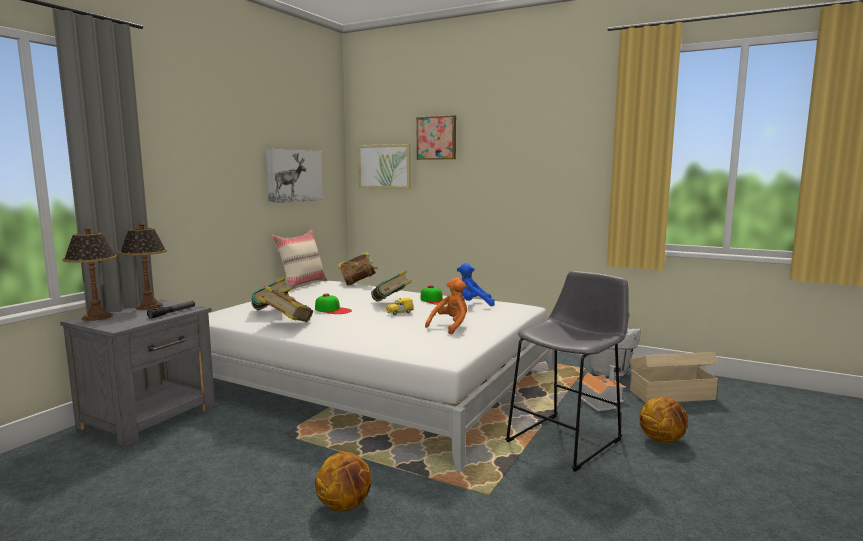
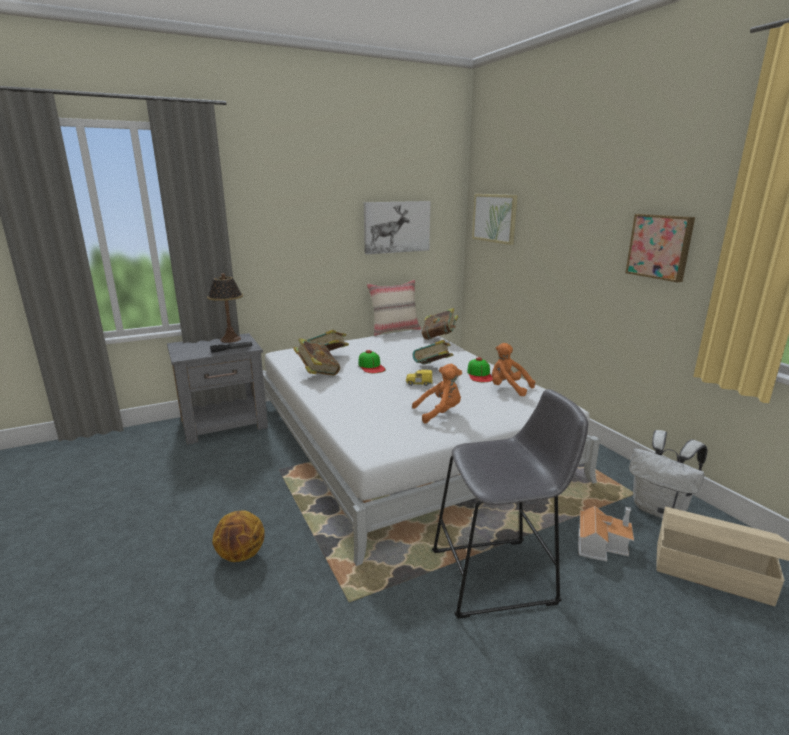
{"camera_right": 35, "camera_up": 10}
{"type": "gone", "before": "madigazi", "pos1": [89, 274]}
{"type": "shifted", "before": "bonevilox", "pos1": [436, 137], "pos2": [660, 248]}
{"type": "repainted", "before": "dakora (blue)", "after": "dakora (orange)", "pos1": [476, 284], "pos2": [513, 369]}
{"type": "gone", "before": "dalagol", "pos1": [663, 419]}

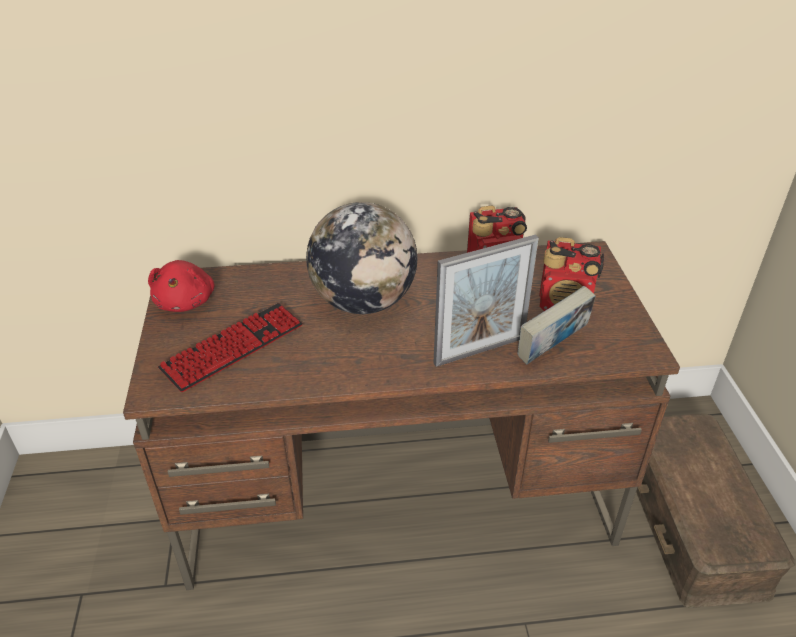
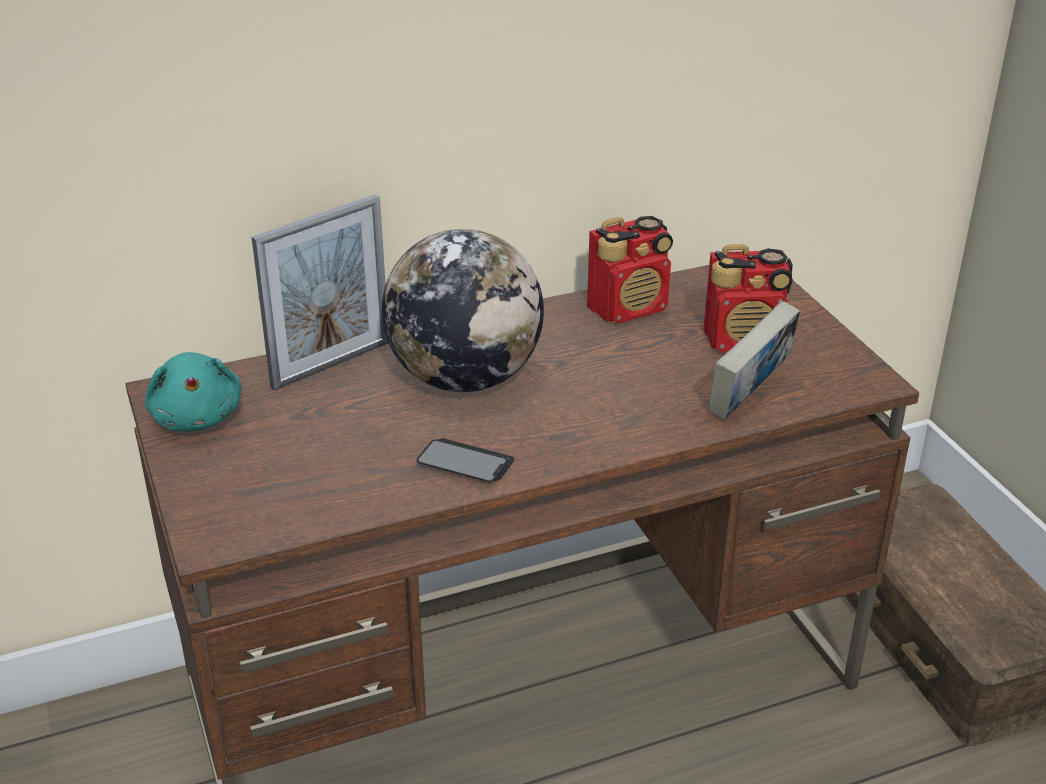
{"camera_right": -15, "camera_up": -5}
{"type": "repainted", "before": "dakora (red)", "after": "dakora (turquoise)", "pos1": [181, 286], "pos2": [193, 391]}
{"type": "gone", "before": "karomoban", "pos1": [230, 347]}
{"type": "shifted", "before": "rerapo", "pos1": [486, 300], "pos2": [320, 292]}
{"type": "new", "after": "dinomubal", "pos2": [465, 460]}

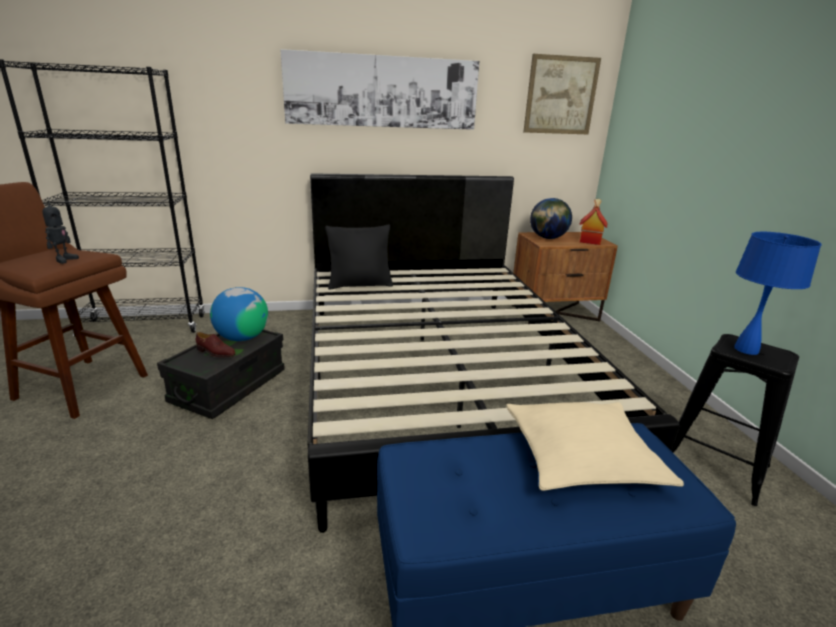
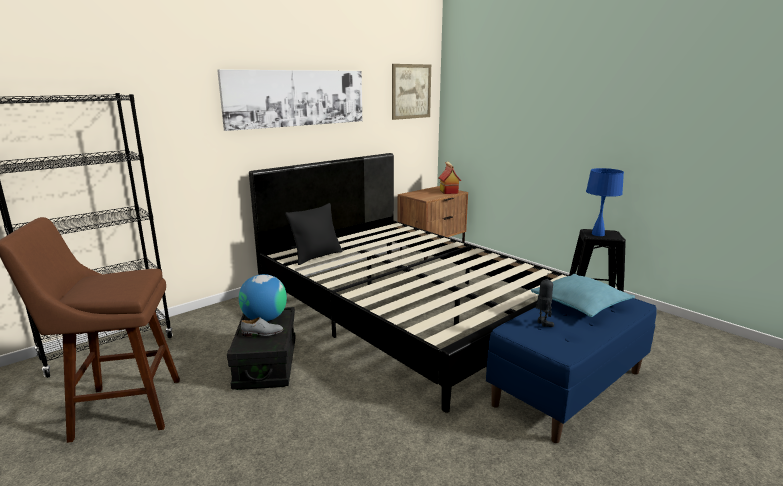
{"camera_right": -30, "camera_up": -5}
{"type": "shifted", "before": "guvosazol", "pos1": [60, 230], "pos2": [545, 301]}
{"type": "repainted", "before": "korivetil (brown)", "after": "korivetil (grey)", "pos1": [215, 344], "pos2": [262, 327]}
{"type": "repainted", "before": "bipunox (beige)", "after": "bipunox (turquoise)", "pos1": [595, 446], "pos2": [583, 295]}
{"type": "gone", "before": "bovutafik", "pos1": [551, 218]}

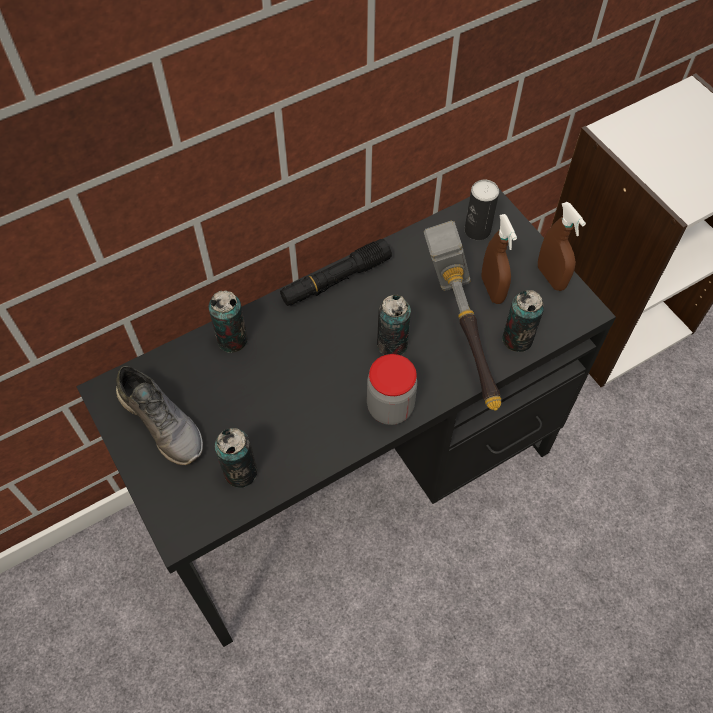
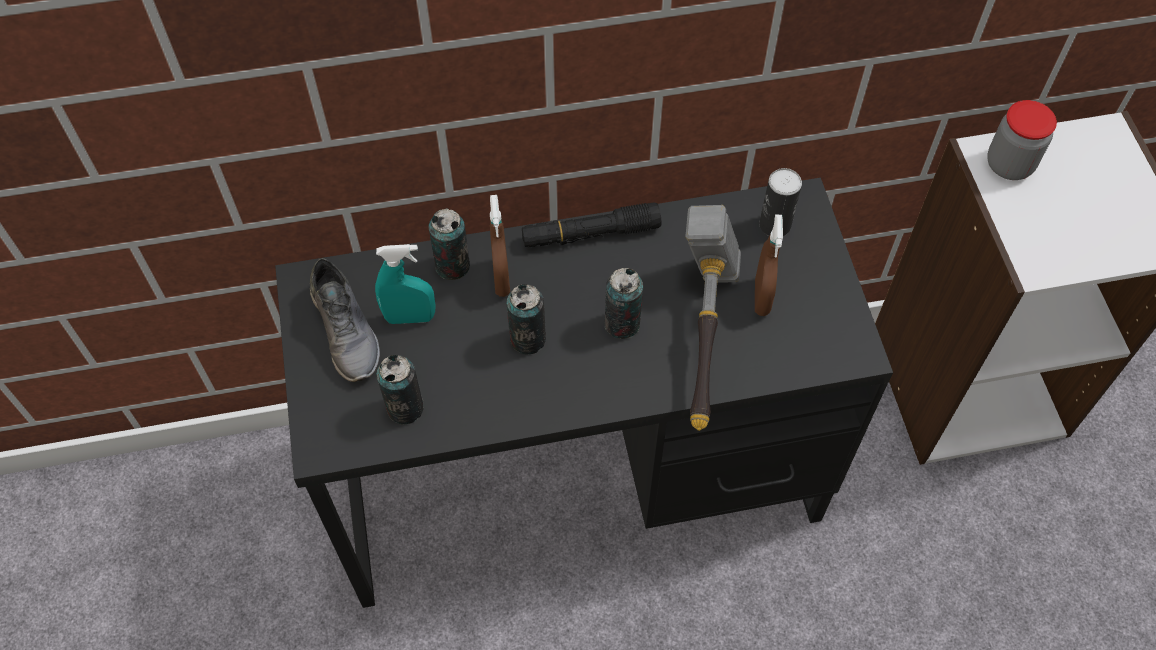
{"camera_right": 20, "camera_up": 0}
{"type": "shifted", "before": "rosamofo", "pos1": [392, 389], "pos2": [1022, 140]}
{"type": "shifted", "before": "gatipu", "pos1": [523, 321], "pos2": [526, 319]}
{"type": "shifted", "before": "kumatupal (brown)", "pos1": [562, 246], "pos2": [500, 246]}
{"type": "new", "after": "kumatupal (turquoise)", "pos2": [405, 284]}

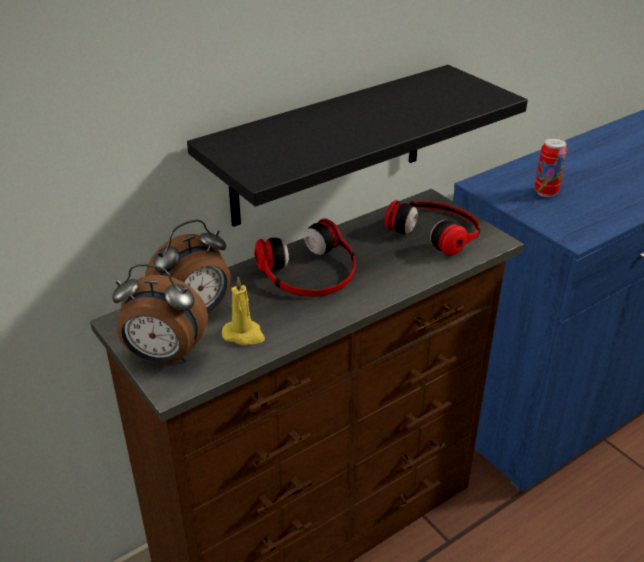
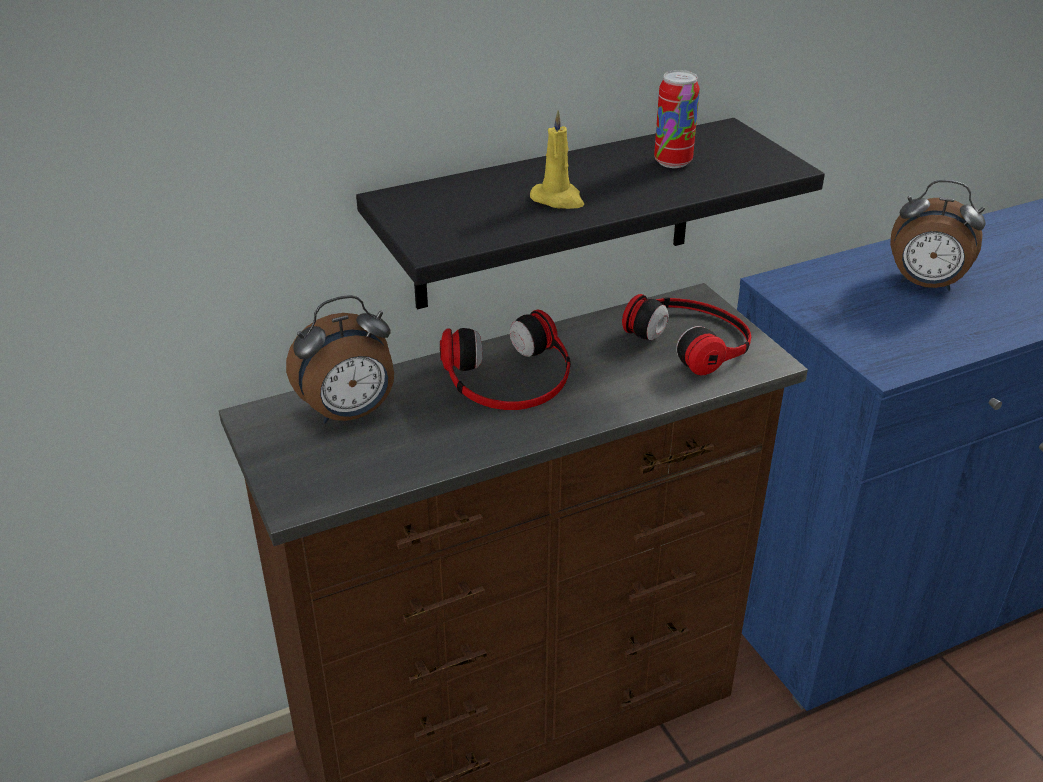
{"camera_right": 10, "camera_up": 0}
{"type": "shifted", "before": "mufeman", "pos1": [160, 314], "pos2": [938, 235]}
{"type": "shifted", "before": "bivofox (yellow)", "pos1": [243, 310], "pos2": [557, 159]}
{"type": "shifted", "before": "gatipu", "pos1": [550, 167], "pos2": [677, 119]}

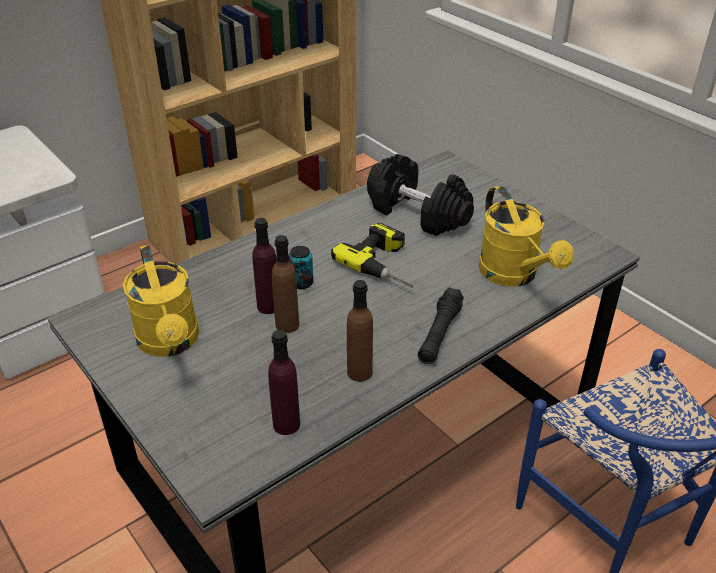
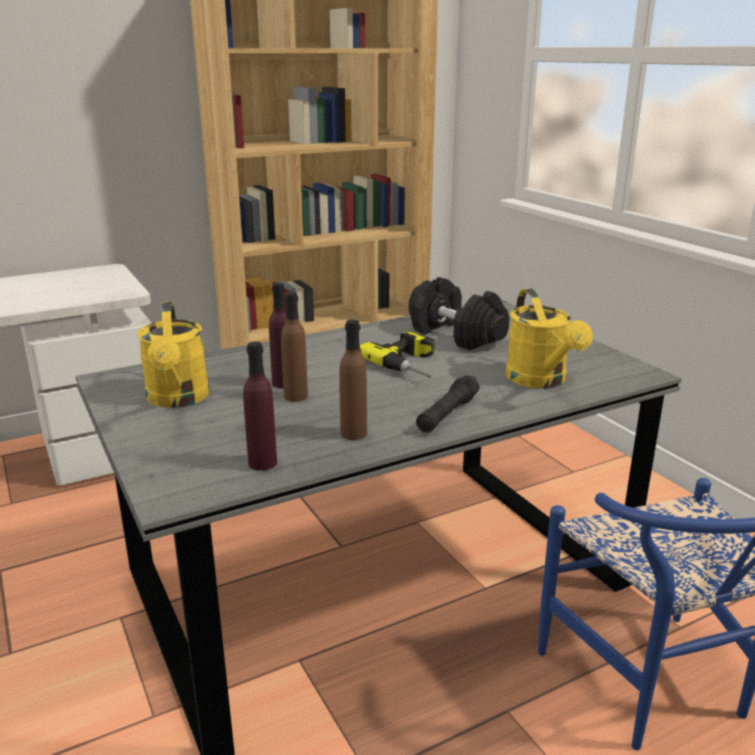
{"camera_right": 10, "camera_up": -15}
{"type": "gone", "before": "gatipu", "pos1": [301, 267]}

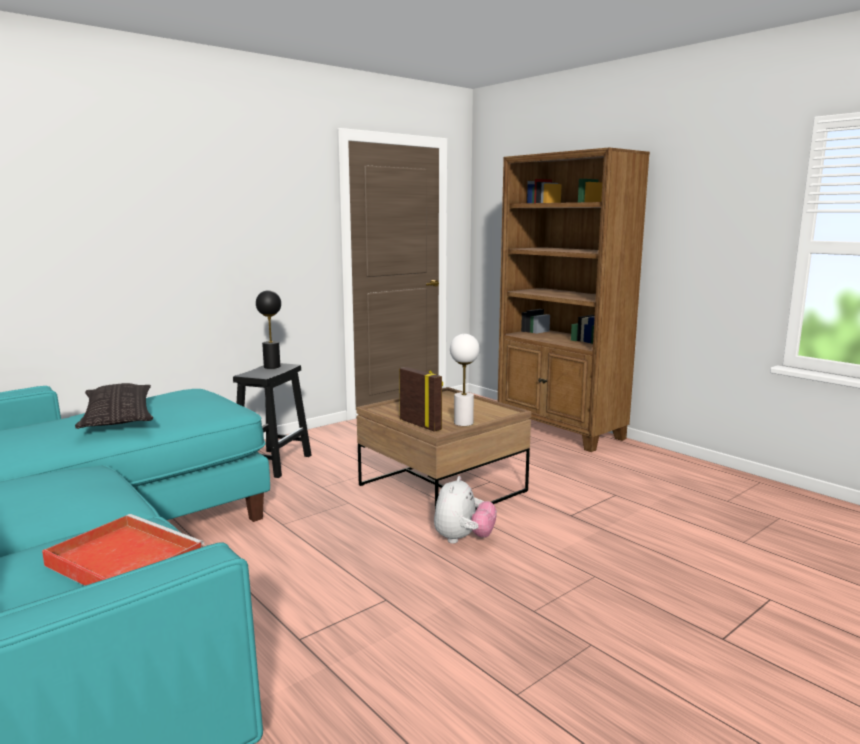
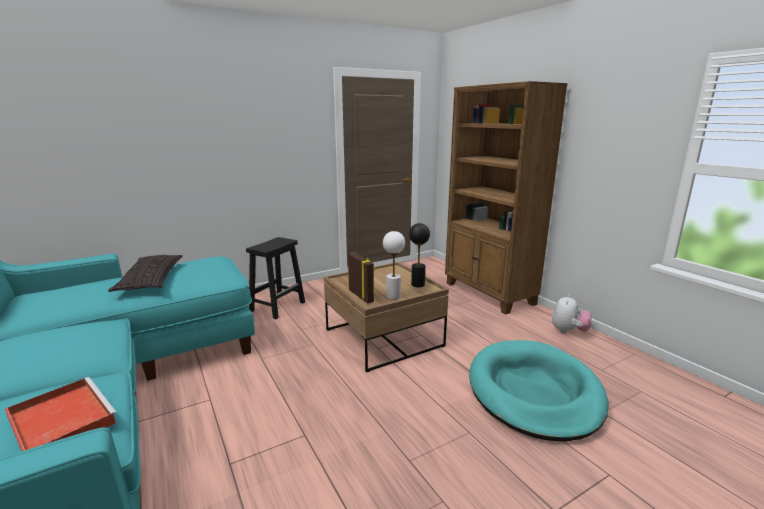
{"camera_right": 10, "camera_up": 5}
{"type": "shifted", "before": "madigazi (black)", "pos1": [268, 329], "pos2": [419, 255]}
{"type": "shifted", "before": "dakora", "pos1": [465, 510], "pos2": [572, 314]}
{"type": "new", "after": "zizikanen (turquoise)", "pos2": [538, 391]}

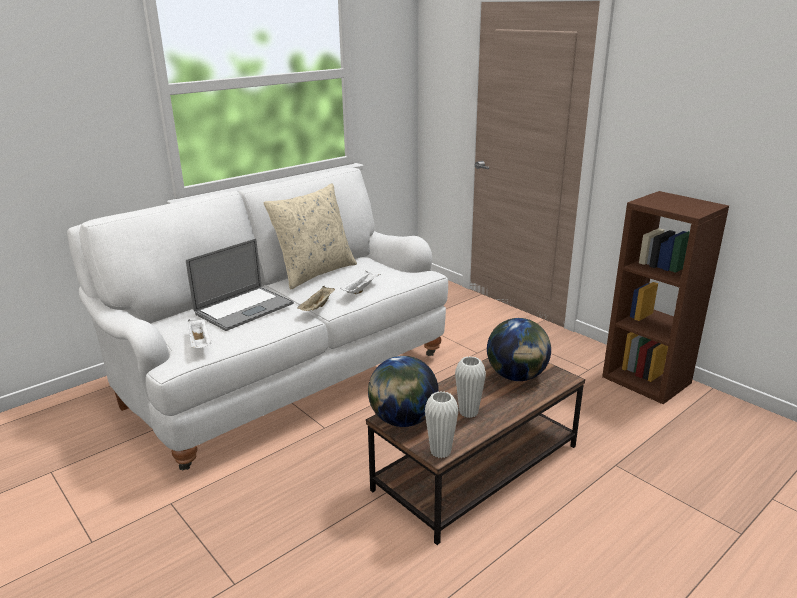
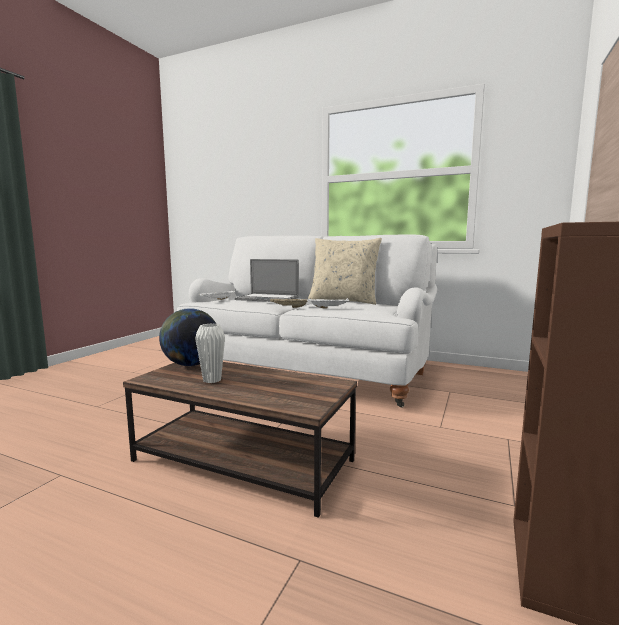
{"camera_right": 65, "camera_up": -15}
{"type": "gone", "before": "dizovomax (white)", "pos1": [442, 424]}
{"type": "gone", "before": "bovutafik", "pos1": [519, 349]}

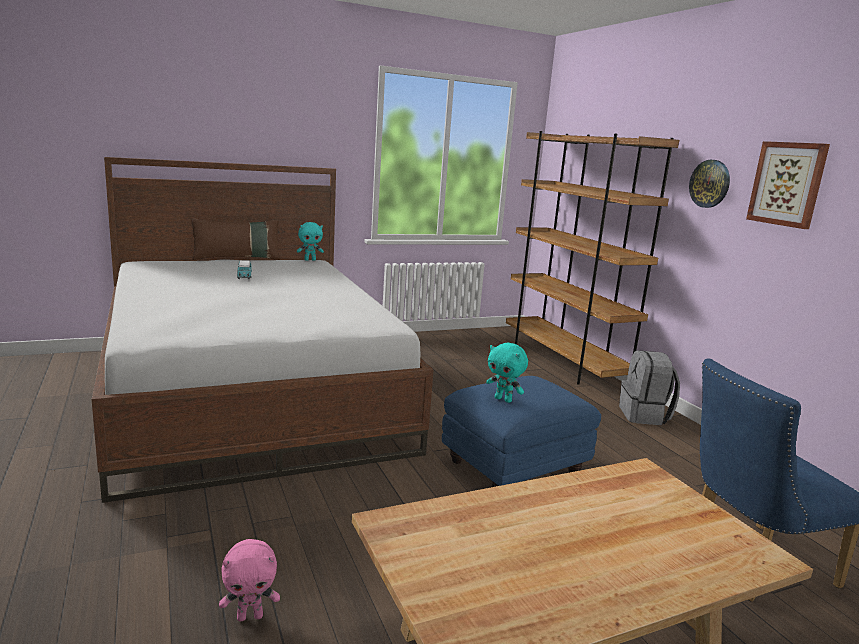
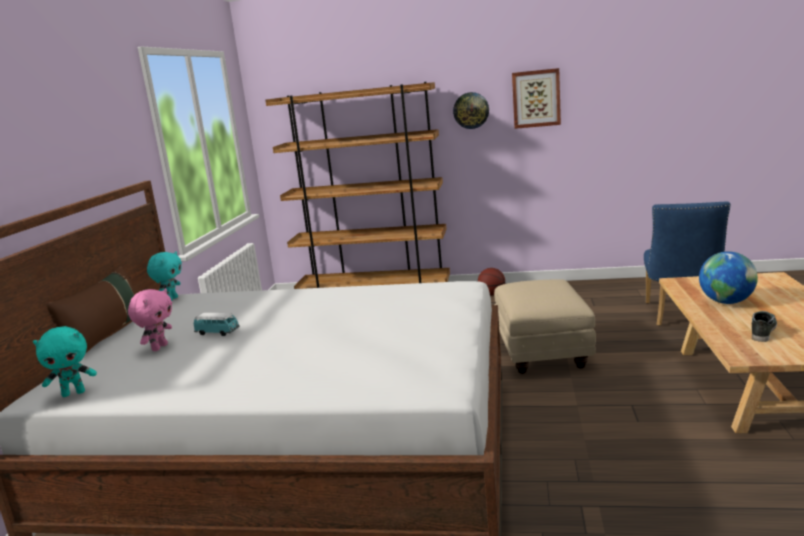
{"camera_right": -55, "camera_up": 0}
{"type": "shifted", "before": "dakora (pink)", "pos1": [249, 580], "pos2": [150, 319]}
{"type": "repainted", "before": "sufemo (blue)", "after": "sufemo (beige)", "pos1": [521, 431], "pos2": [545, 326]}
{"type": "shifted", "before": "dakora (turquoise)", "pos1": [507, 373], "pos2": [65, 361]}
{"type": "swapped", "before": "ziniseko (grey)", "after": "dalagol", "pos1": [649, 387], "pos2": [491, 281]}
{"type": "new", "after": "bovutafik", "pos2": [728, 277]}
{"type": "new", "after": "korivetil", "pos2": [764, 326]}

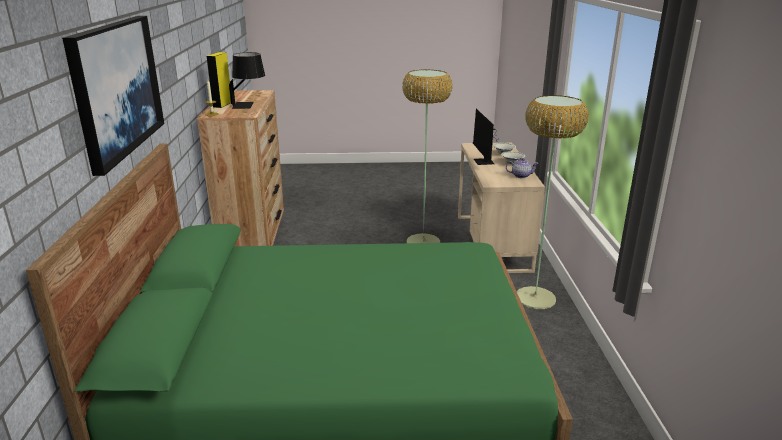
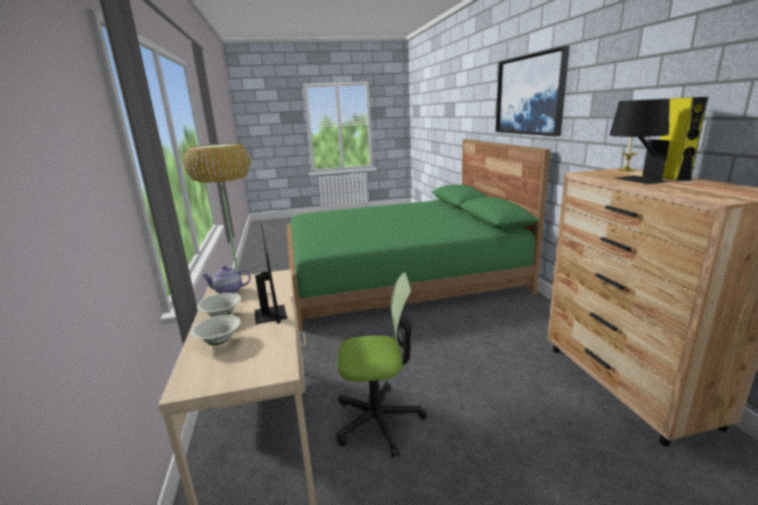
{"camera_right": 170, "camera_up": -5}
{"type": "swapped", "before": "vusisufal", "after": "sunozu", "pos1": [427, 156], "pos2": [381, 365]}

